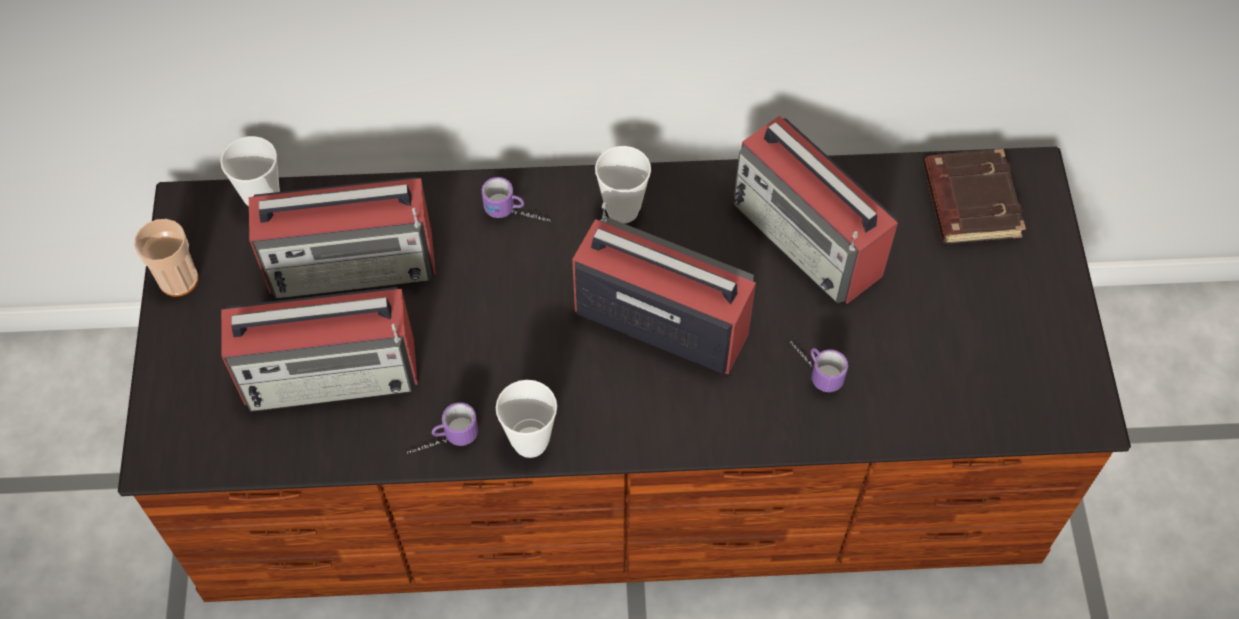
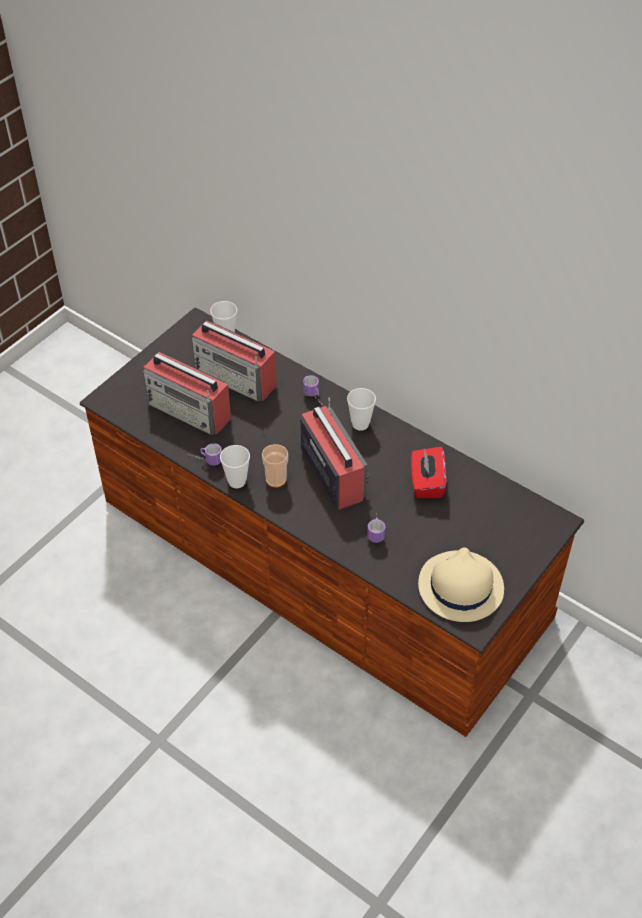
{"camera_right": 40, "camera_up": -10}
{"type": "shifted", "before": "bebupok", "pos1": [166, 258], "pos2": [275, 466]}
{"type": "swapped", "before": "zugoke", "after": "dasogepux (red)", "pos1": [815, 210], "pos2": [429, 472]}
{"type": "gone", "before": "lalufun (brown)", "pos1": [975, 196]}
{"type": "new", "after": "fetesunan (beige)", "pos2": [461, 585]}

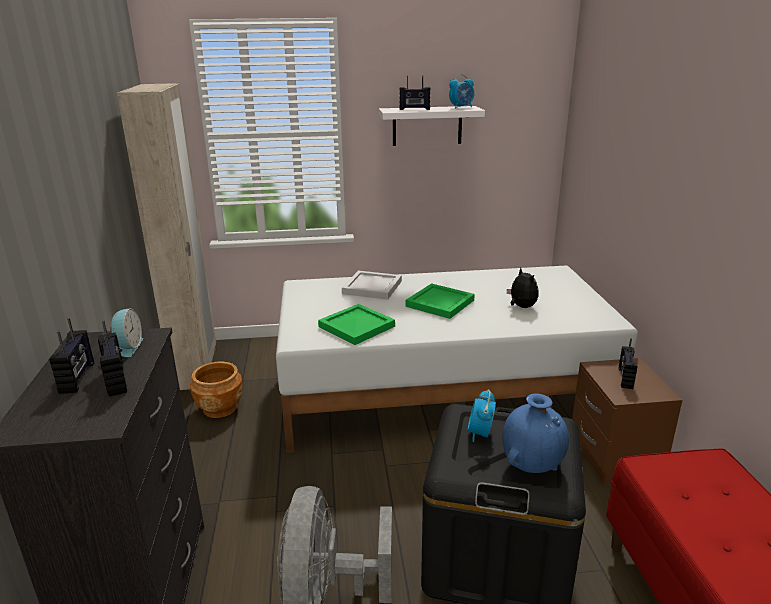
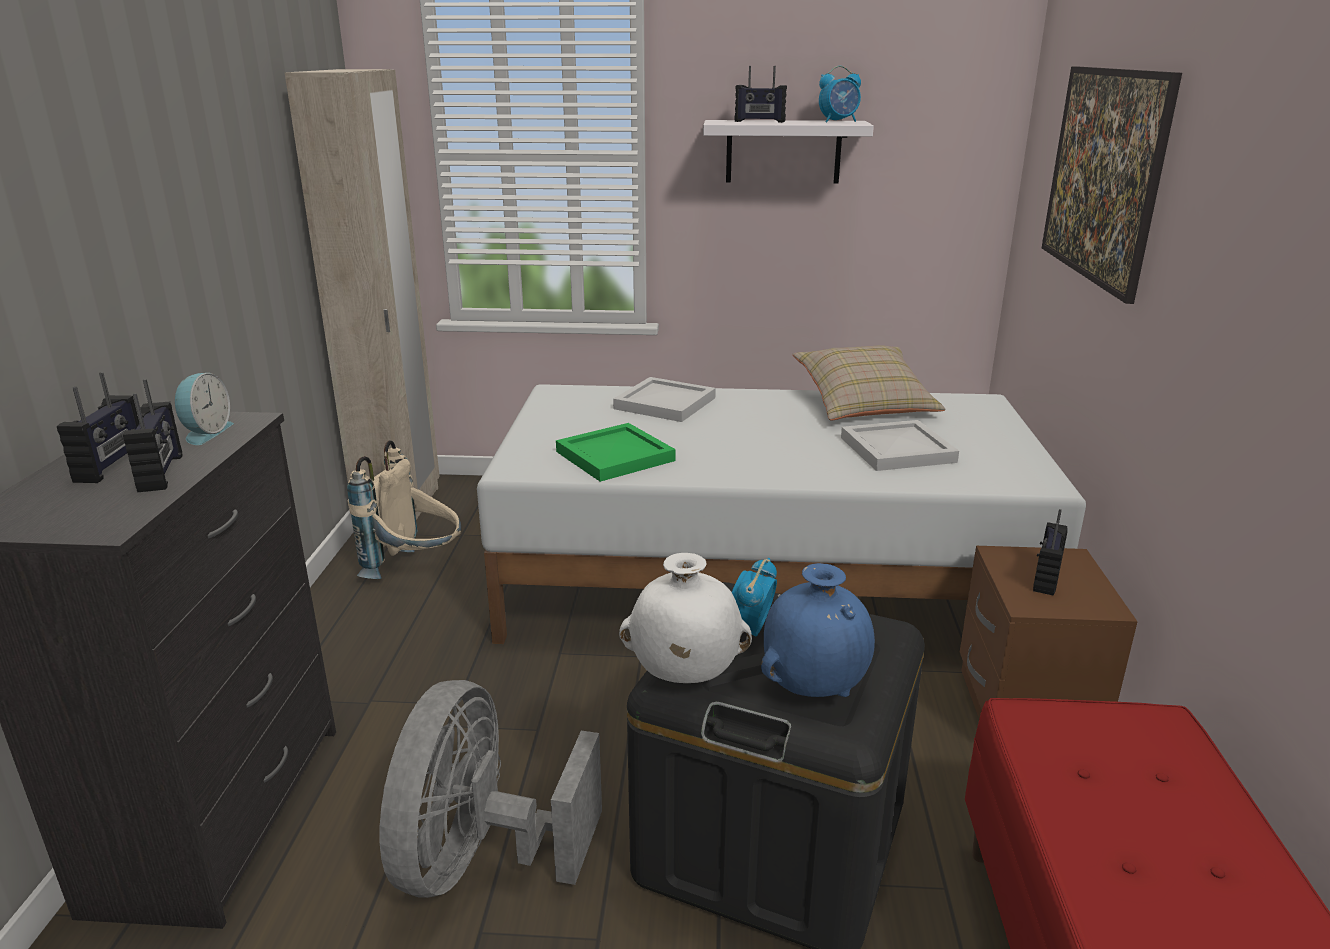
{"camera_right": 10, "camera_up": 0}
{"type": "swapped", "before": "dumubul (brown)", "after": "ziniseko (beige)", "pos1": [216, 390], "pos2": [404, 509]}
{"type": "gone", "before": "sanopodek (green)", "pos1": [440, 301]}
{"type": "swapped", "before": "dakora", "after": "sanopodek (white)", "pos1": [523, 288], "pos2": [900, 445]}
{"type": "new", "after": "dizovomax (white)", "pos2": [685, 618]}
{"type": "new", "after": "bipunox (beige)", "pos2": [869, 382]}
{"type": "new", "after": "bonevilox", "pos2": [1112, 185]}

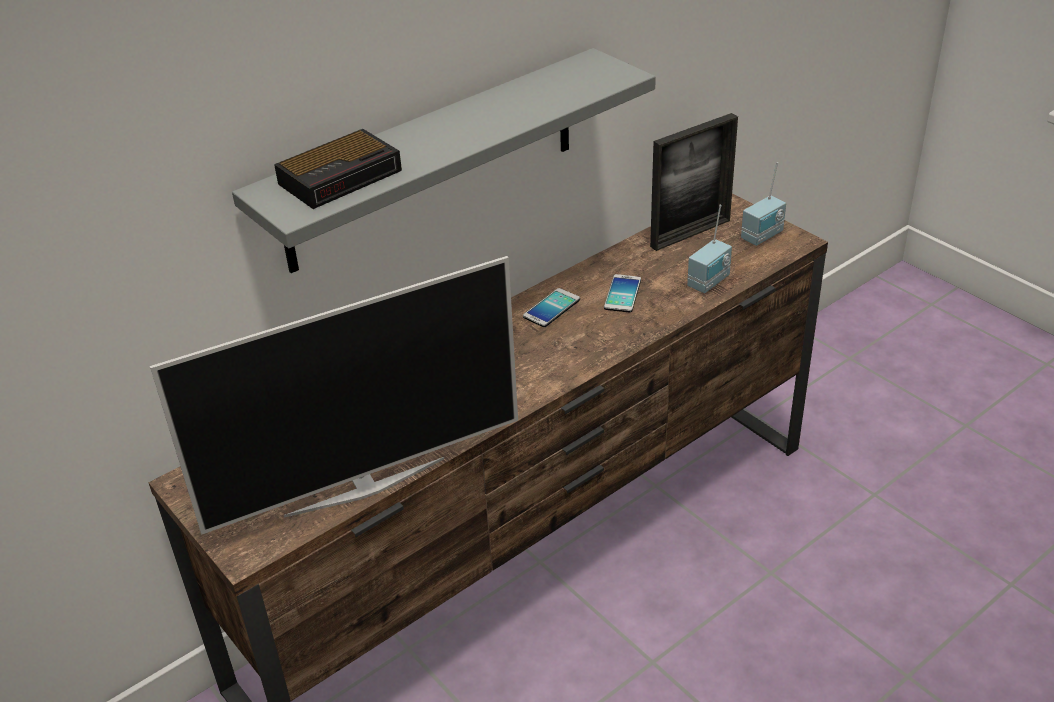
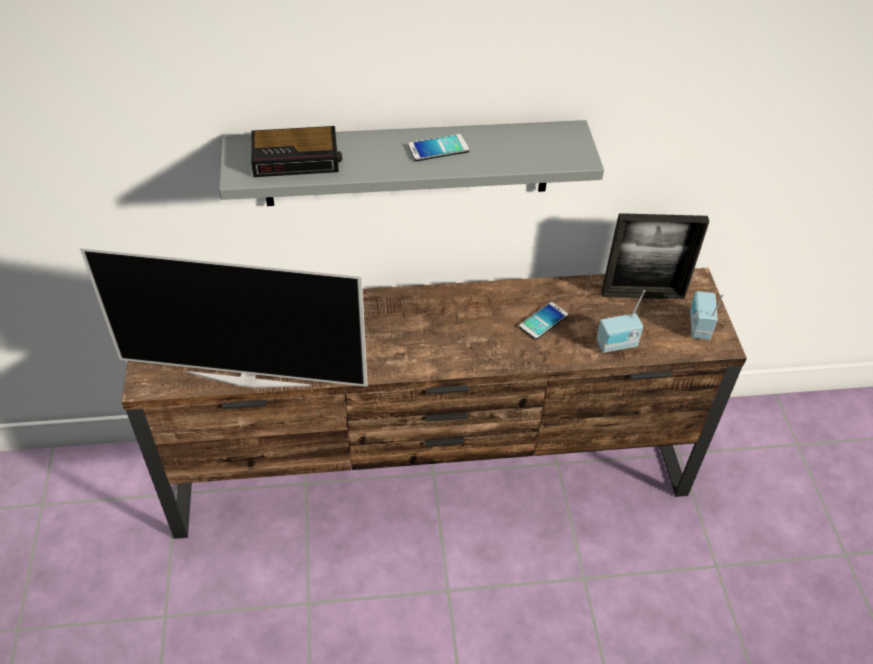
{"camera_right": 30, "camera_up": 10}
{"type": "shifted", "before": "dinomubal", "pos1": [551, 307], "pos2": [438, 147]}
{"type": "rotated", "before": "zugoke", "pos1": [763, 204], "pos2": [707, 315], "turn": 105}

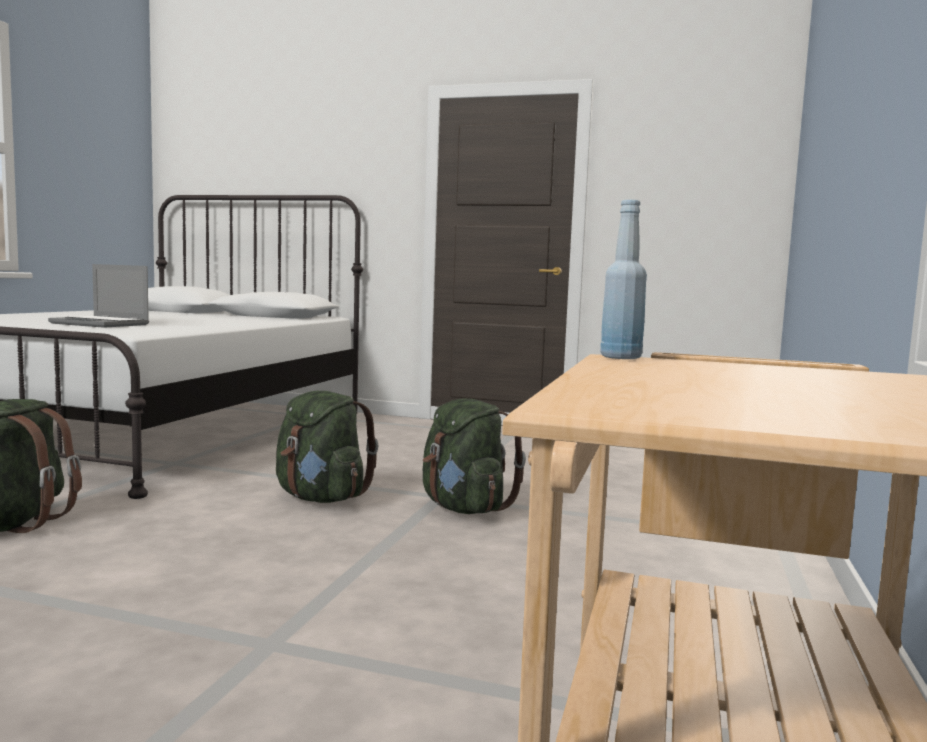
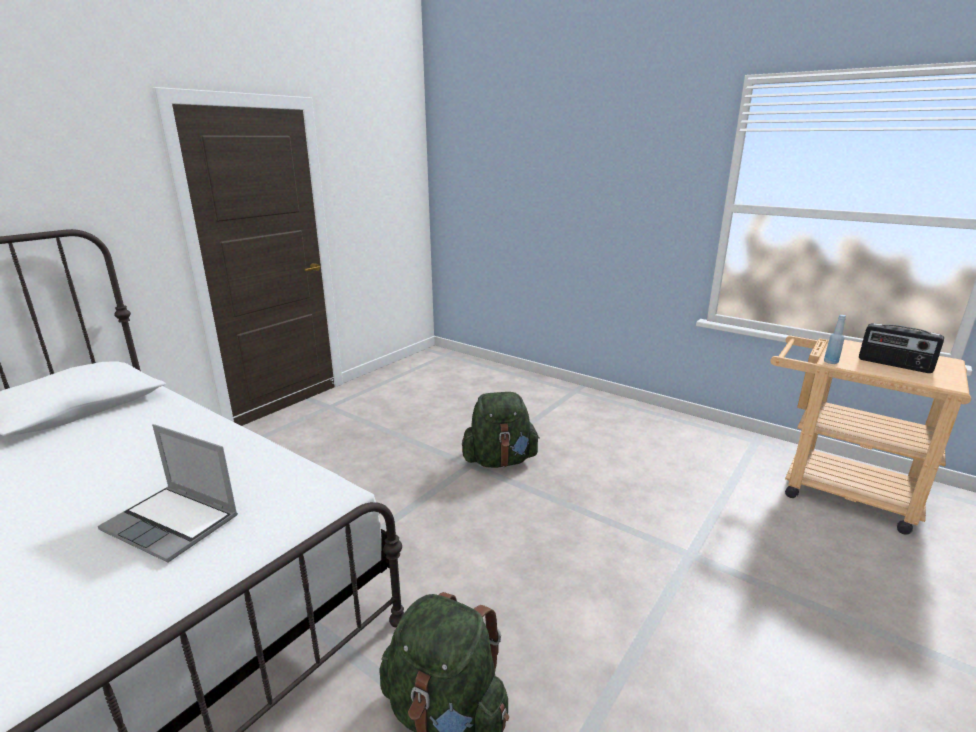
{"camera_right": -70, "camera_up": 15}
{"type": "rotated", "before": "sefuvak", "pos1": [98, 296], "pos2": [168, 493], "turn": 75}
{"type": "gone", "before": "ziniseko (green)", "pos1": [327, 447]}
{"type": "new", "after": "zugoke", "pos2": [901, 348]}

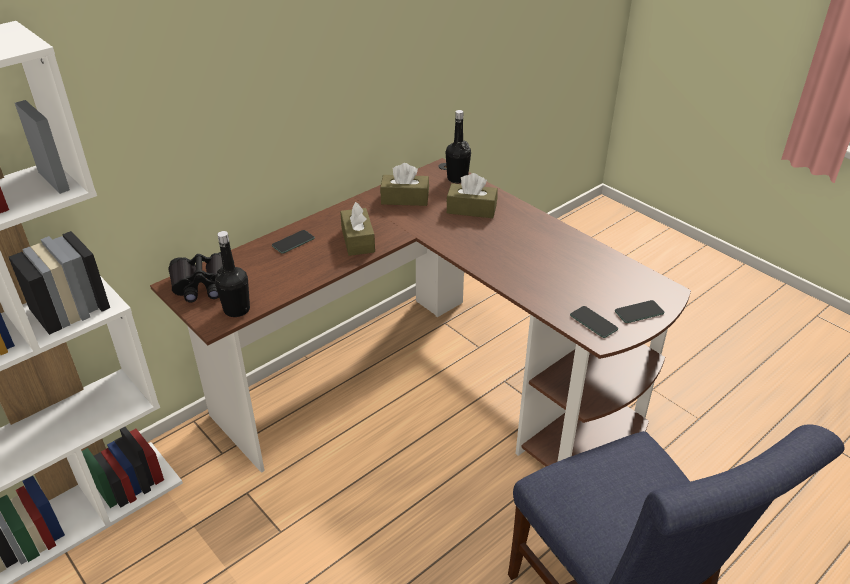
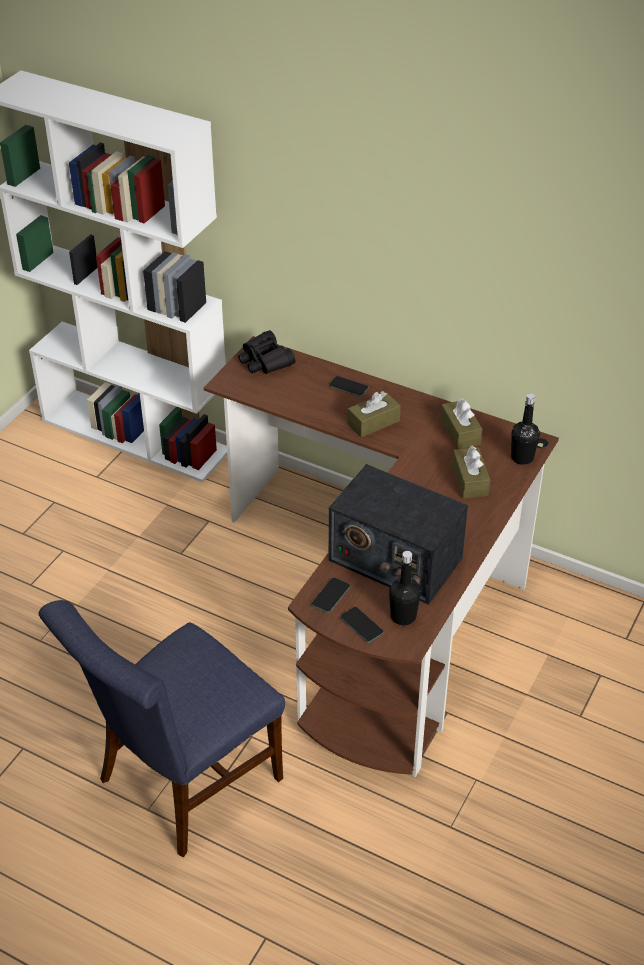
{"camera_right": 70, "camera_up": 5}
{"type": "shifted", "before": "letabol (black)", "pos1": [232, 274], "pos2": [405, 588]}
{"type": "new", "after": "zugoke", "pos2": [398, 534]}

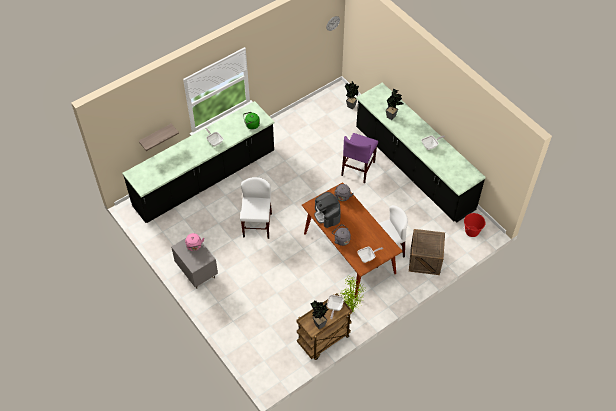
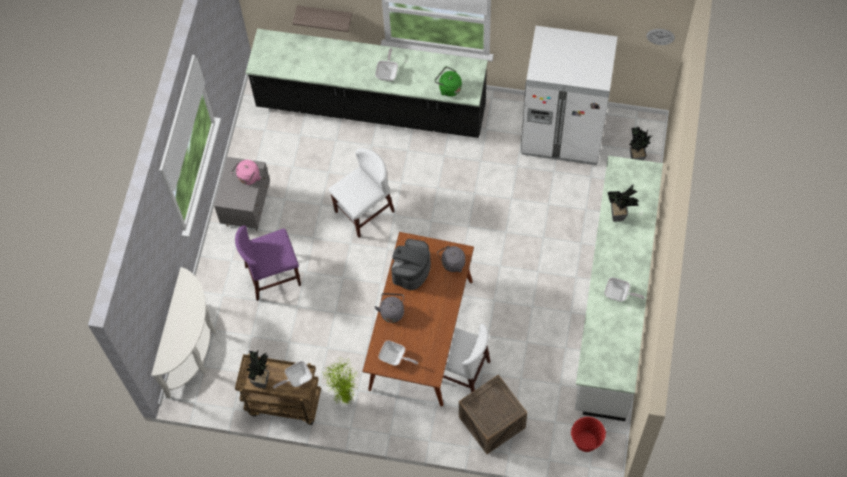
{"camera_right": 50, "camera_up": 10}
{"type": "shifted", "before": "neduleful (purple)", "pos1": [359, 158], "pos2": [268, 263]}
{"type": "repainted", "before": "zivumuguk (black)", "after": "zivumuguk (white)", "pos1": [421, 152], "pos2": [619, 288]}
{"type": "new", "after": "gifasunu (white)", "pos2": [183, 333]}
{"type": "new", "after": "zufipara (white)", "pos2": [569, 95]}

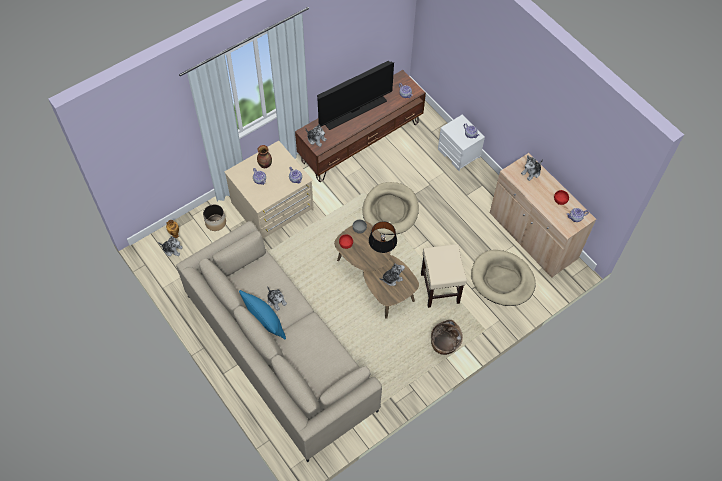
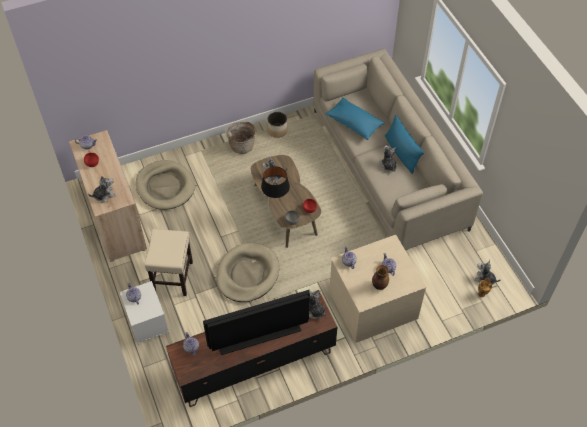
{"camera_right": -165, "camera_up": -5}
{"type": "shifted", "before": "dumubul", "pos1": [214, 217], "pos2": [277, 125]}
{"type": "shifted", "before": "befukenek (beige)", "pos1": [444, 276], "pos2": [168, 262]}
{"type": "new", "after": "bipunox (blue)", "pos2": [355, 118]}

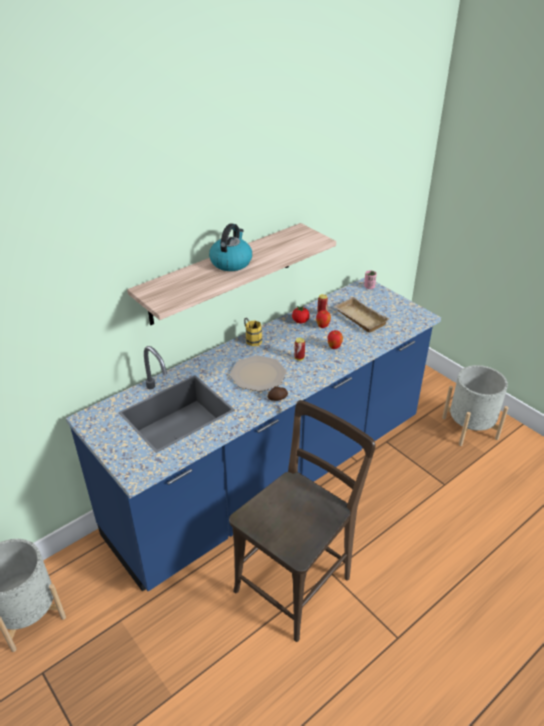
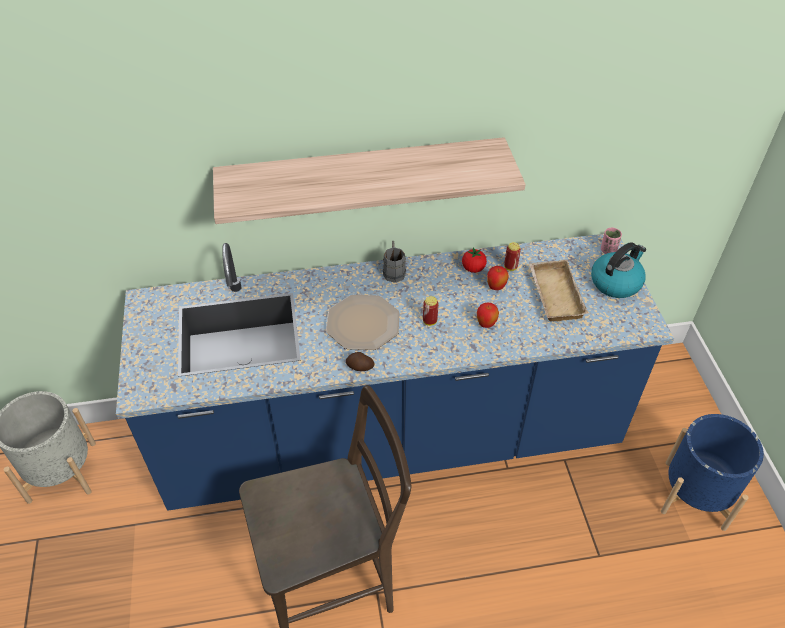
{"camera_right": 30, "camera_up": 10}
{"type": "shifted", "before": "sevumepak", "pos1": [230, 247], "pos2": [618, 270]}
{"type": "repainted", "before": "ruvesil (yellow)", "after": "ruvesil (grey)", "pos1": [253, 332], "pos2": [394, 262]}
{"type": "repainted", "before": "dumubul (grey)", "after": "dumubul (blue)", "pos1": [475, 405], "pos2": [712, 472]}

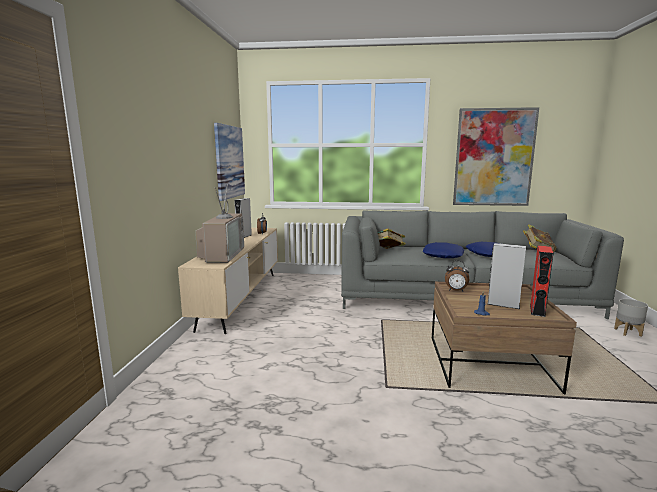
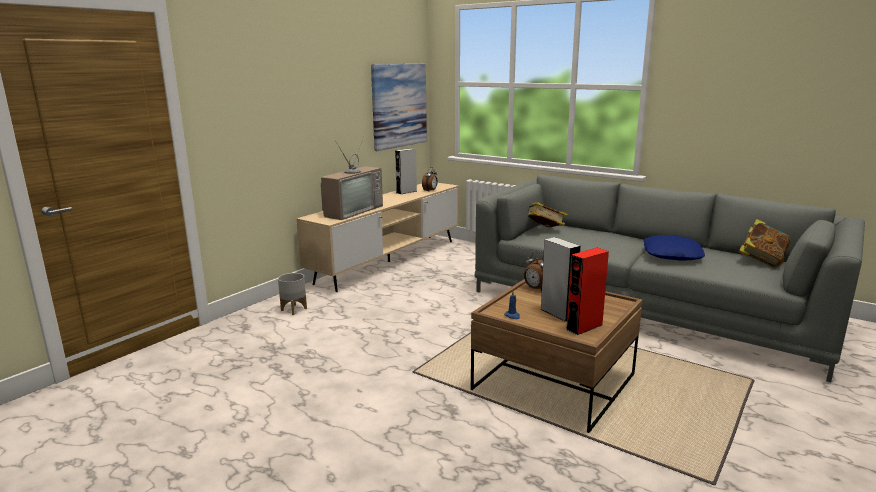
{"camera_right": 30, "camera_up": 5}
{"type": "gone", "before": "bipunox (blue)", "pos1": [443, 250]}
{"type": "gone", "before": "bonevilox", "pos1": [496, 156]}
{"type": "shifted", "before": "dumubul (grey)", "pos1": [631, 318], "pos2": [292, 294]}

